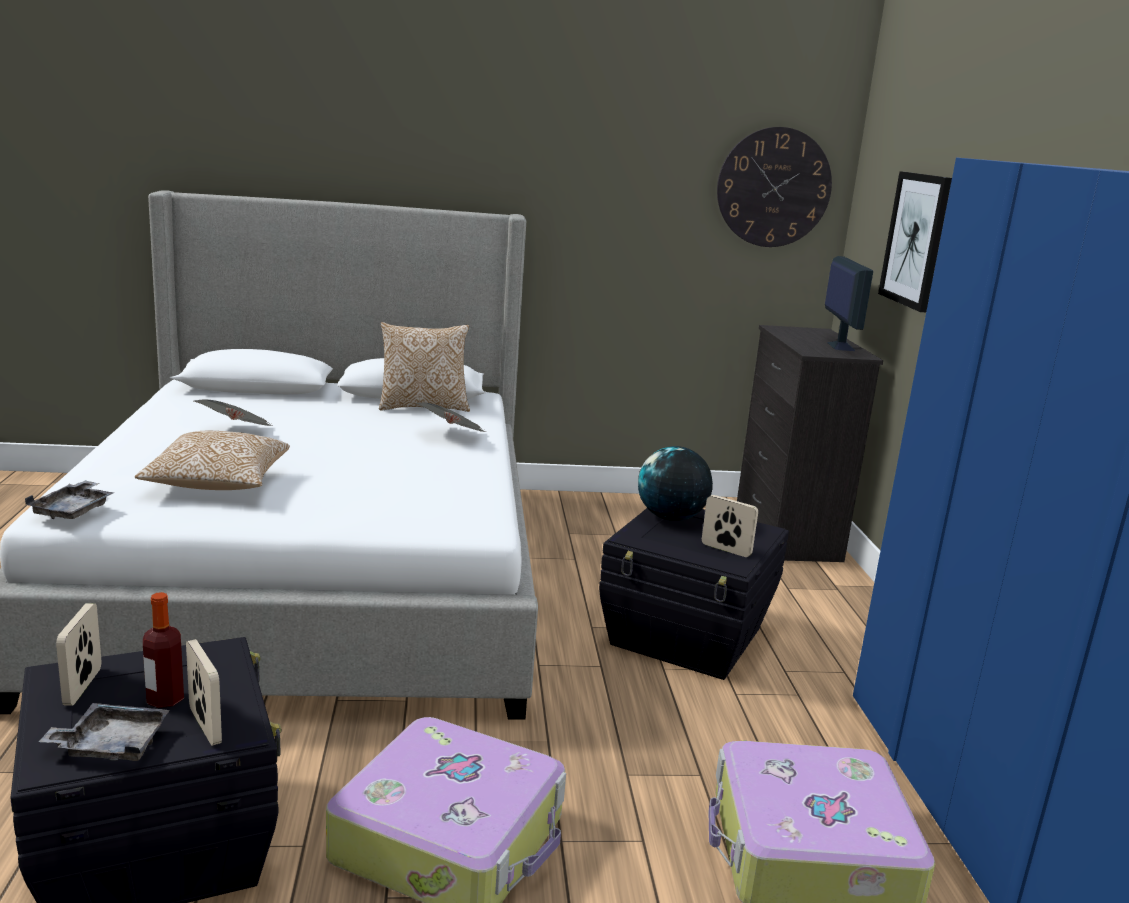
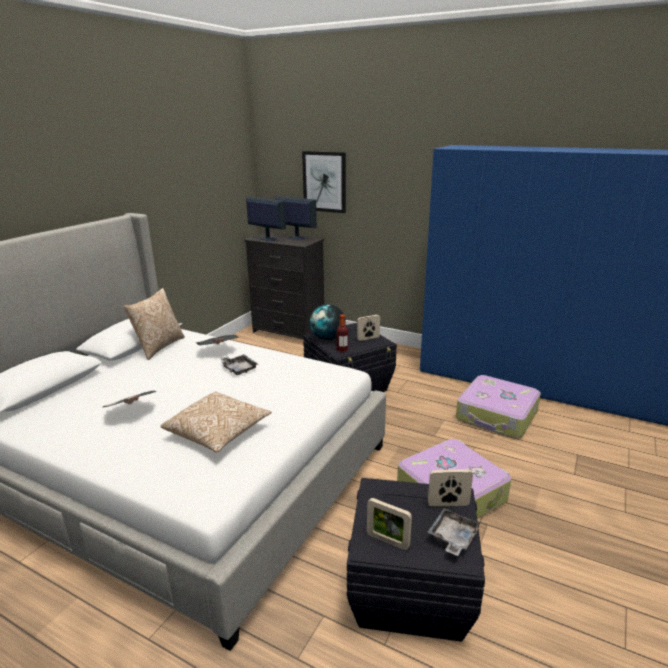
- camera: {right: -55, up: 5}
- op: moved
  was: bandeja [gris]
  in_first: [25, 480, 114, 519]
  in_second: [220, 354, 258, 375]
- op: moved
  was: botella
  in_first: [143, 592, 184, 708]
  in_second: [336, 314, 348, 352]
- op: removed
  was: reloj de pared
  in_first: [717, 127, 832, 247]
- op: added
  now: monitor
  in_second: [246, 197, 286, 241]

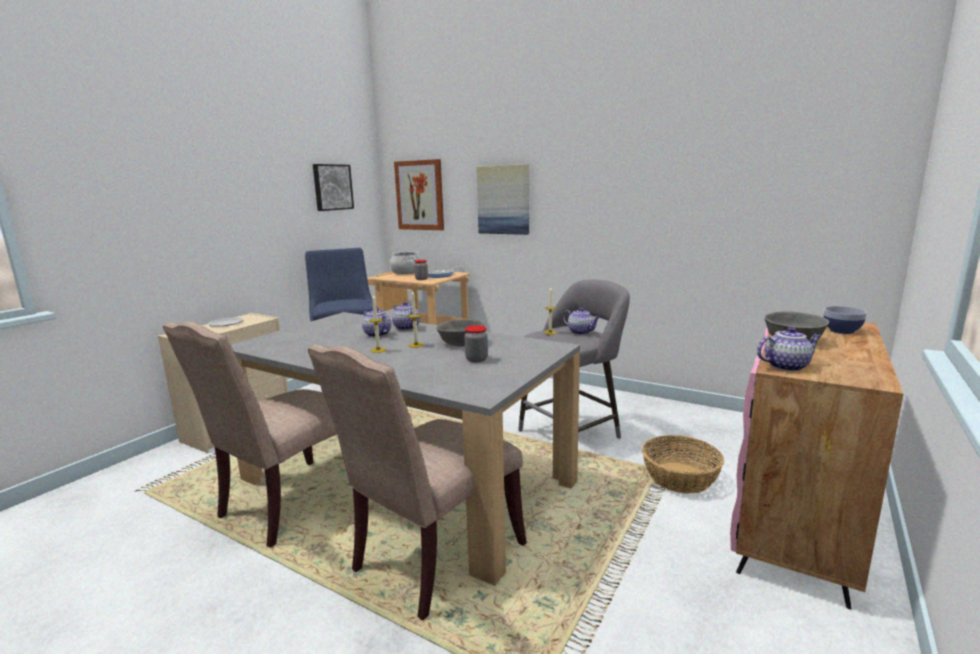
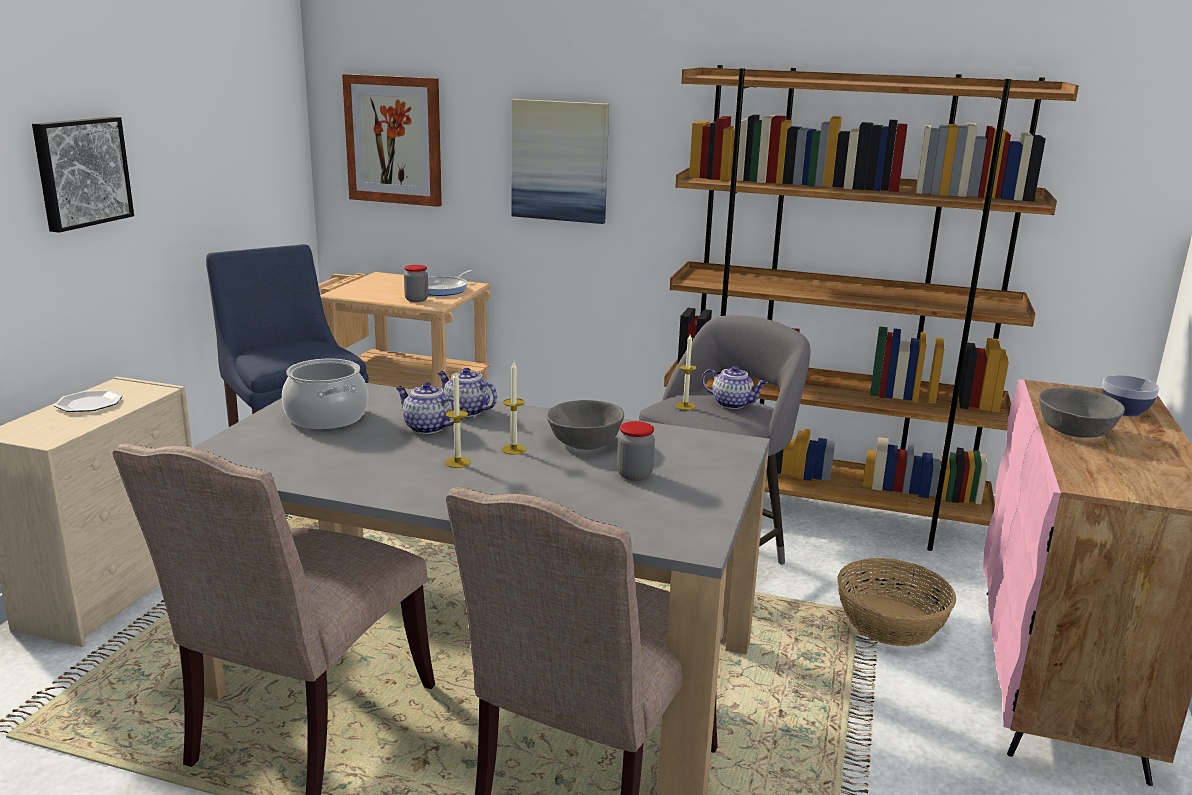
- camera: {right: -15, up: 5}
- op: moved
  was: cuadro
  in_first: [313, 164, 354, 211]
  in_second: [32, 117, 134, 233]
- op: moved
  was: olla
  in_first: [390, 251, 421, 274]
  in_second: [282, 359, 368, 429]
- op: removed
  was: tetera
  in_first: [757, 327, 821, 371]
- op: added
  now: estantería [marrón]
  in_second: [664, 65, 1079, 551]

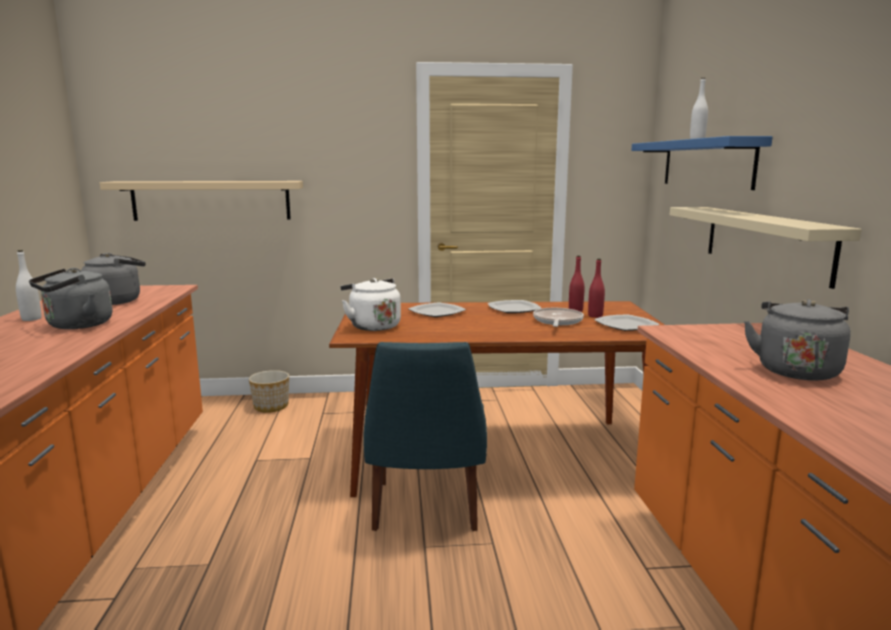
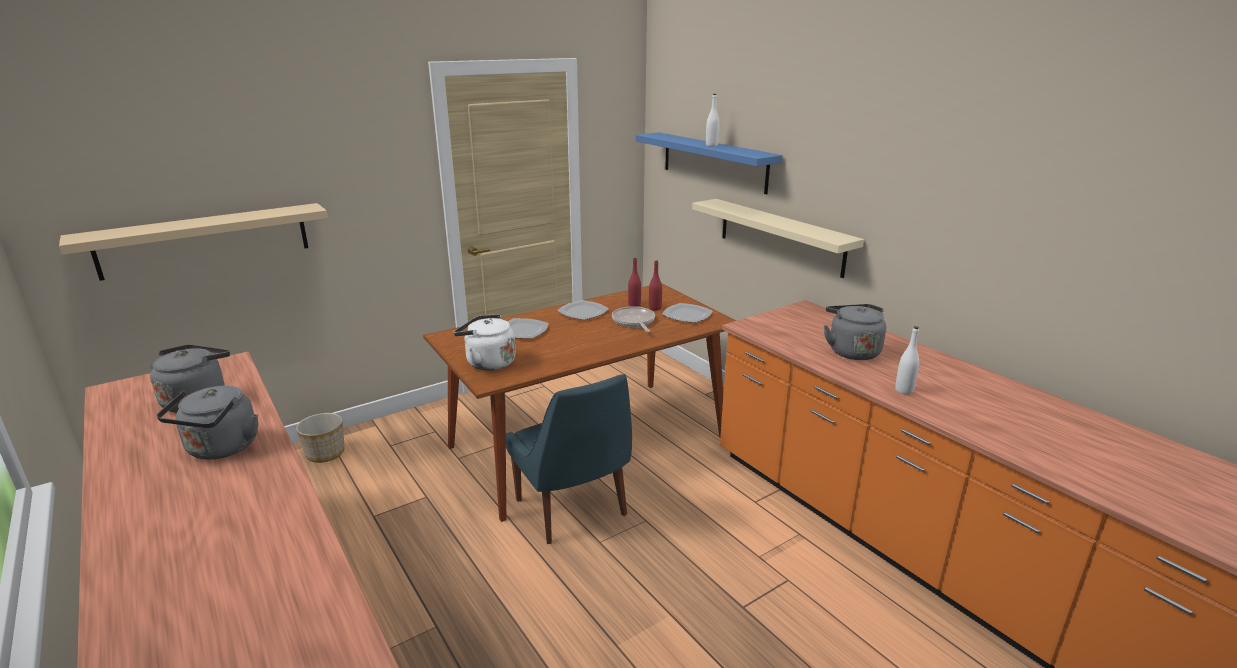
- camera: {right: -30, up: 10}
- op: moved
  was: botella [blanco]
  in_first: [16, 250, 41, 321]
  in_second: [895, 326, 919, 395]

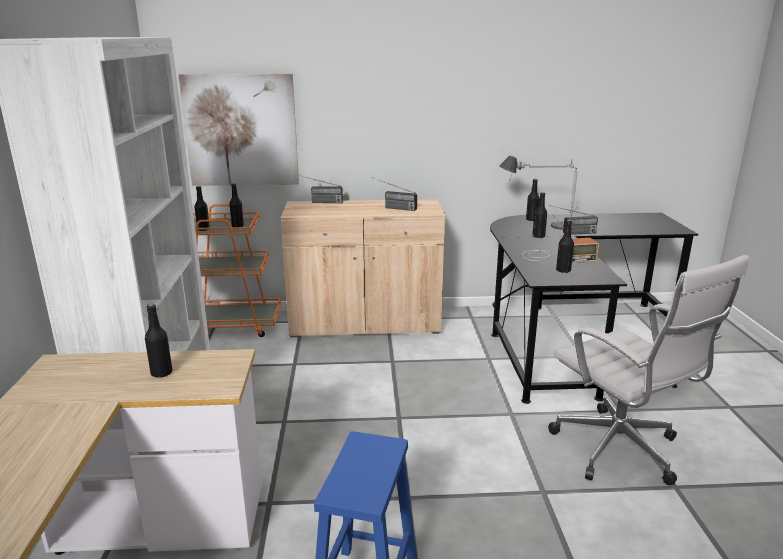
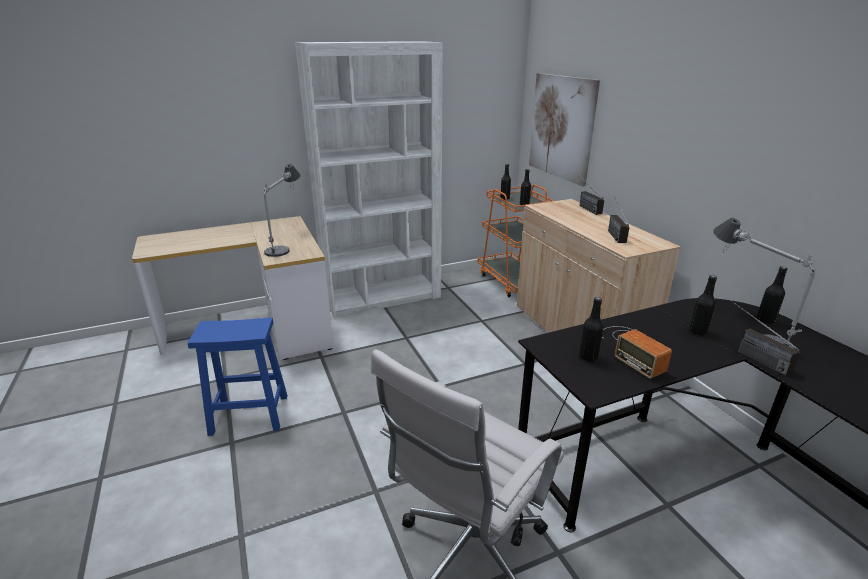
- camera: {right: 70, up: 5}
- op: replaced
  was: botella [negro]
  now: lámpara de mesa
  in_first: [145, 304, 172, 378]
  in_second: [264, 164, 301, 257]

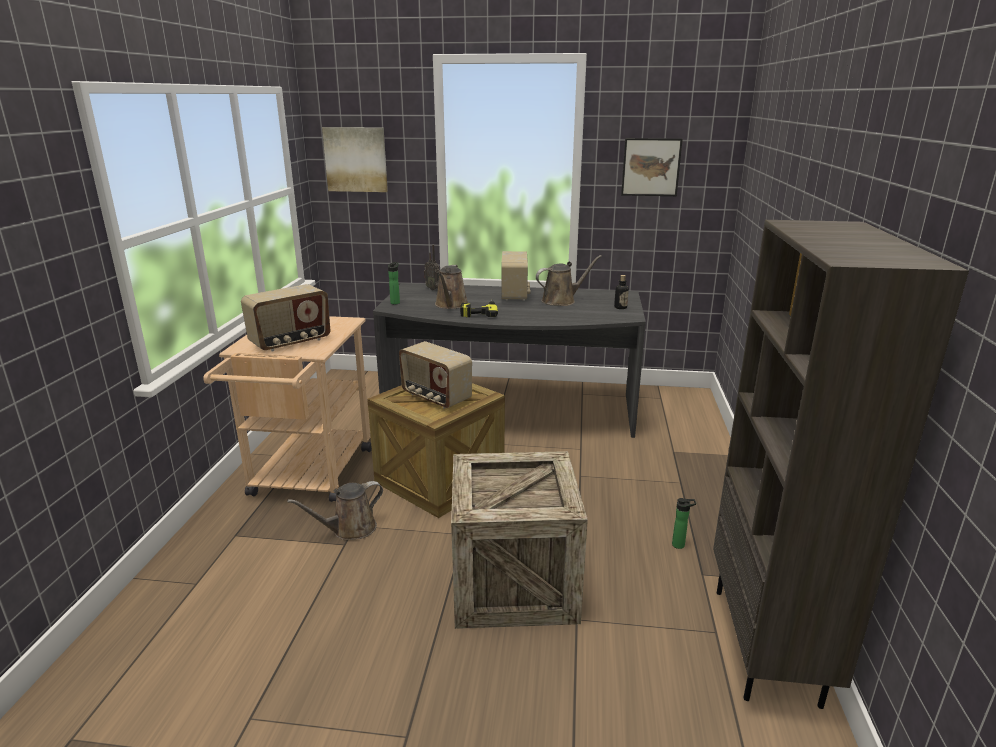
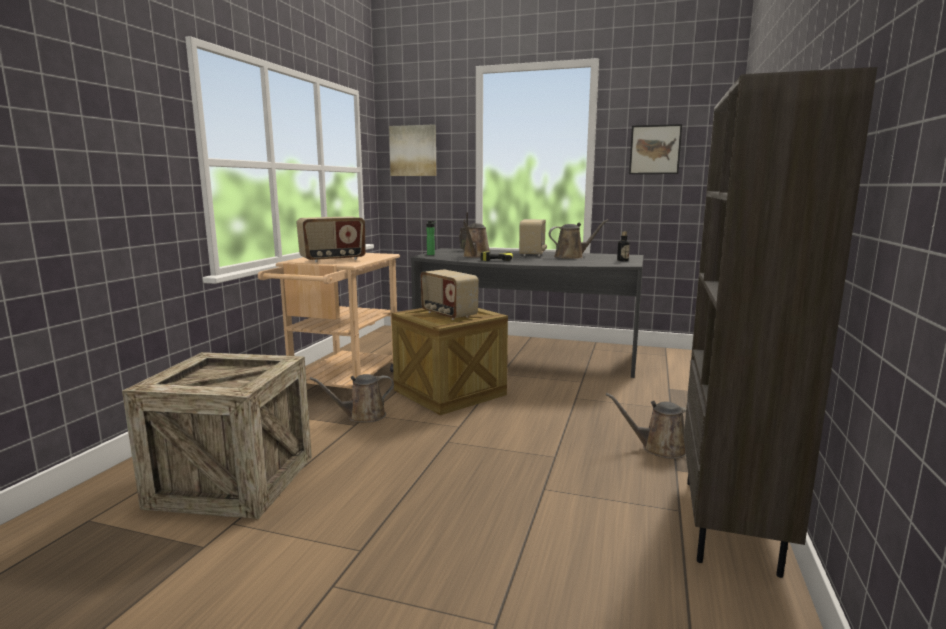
- camera: {right: 10, up: -10}
- op: moved
  was: caja de embalaje
  in_first: [451, 451, 588, 629]
  in_second: [122, 352, 312, 519]
- op: replaced
  was: botella
  now: regadera [marrón]
  in_first: [672, 498, 696, 549]
  in_second: [606, 393, 686, 459]

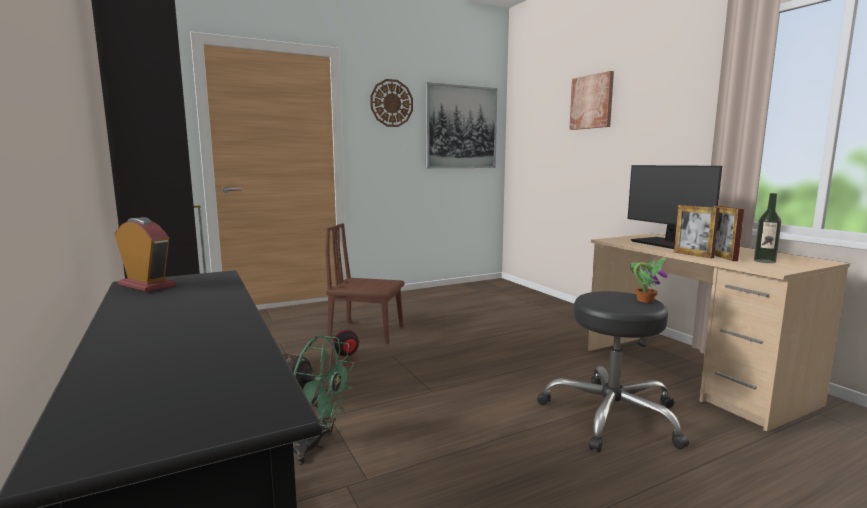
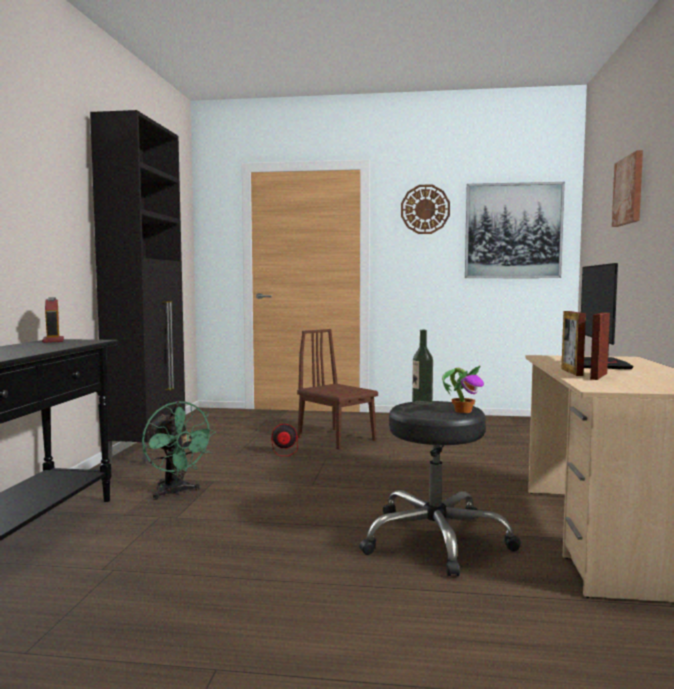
- camera: {right: 35, up: -5}
- op: moved
  was: botella
  in_first: [754, 193, 781, 263]
  in_second: [412, 330, 433, 405]

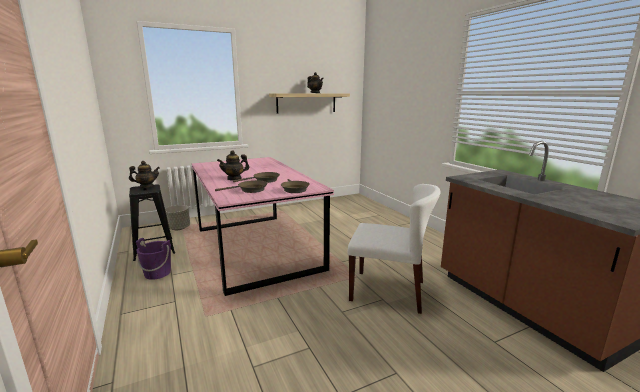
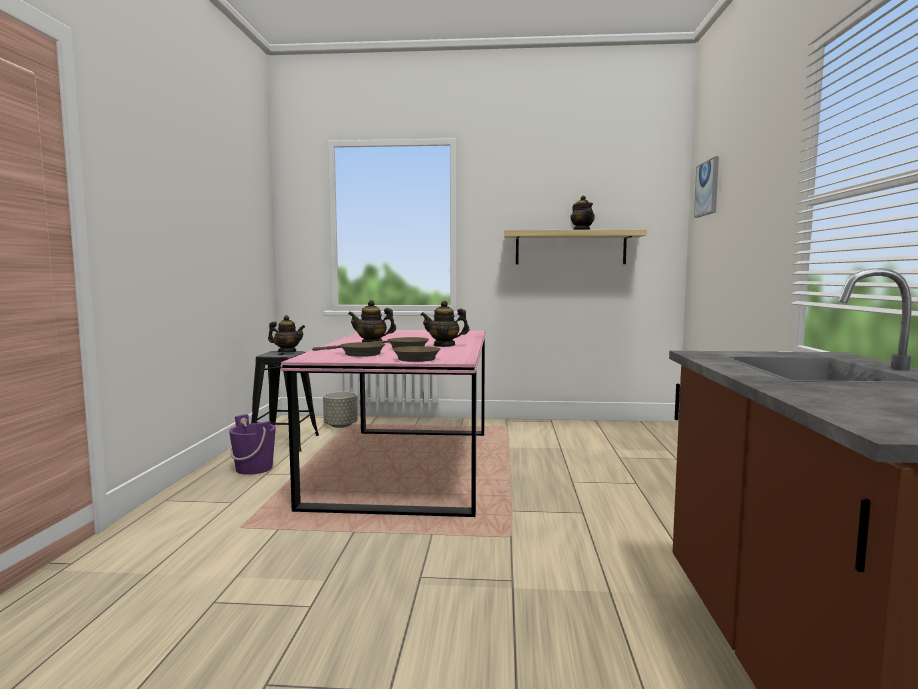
- camera: {right: 30, up: -10}
- op: removed
  was: silla [blanco]
  in_first: [347, 184, 441, 314]
- op: added
  now: tetera
  in_second: [421, 301, 469, 347]
- op: added
  now: cuadro
  in_second: [694, 156, 719, 218]

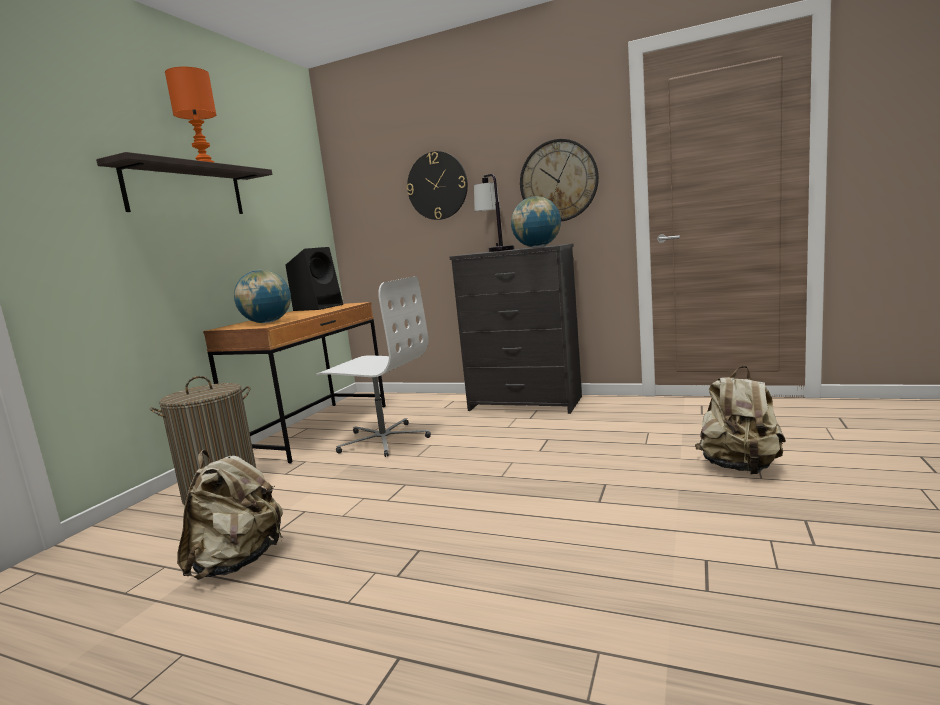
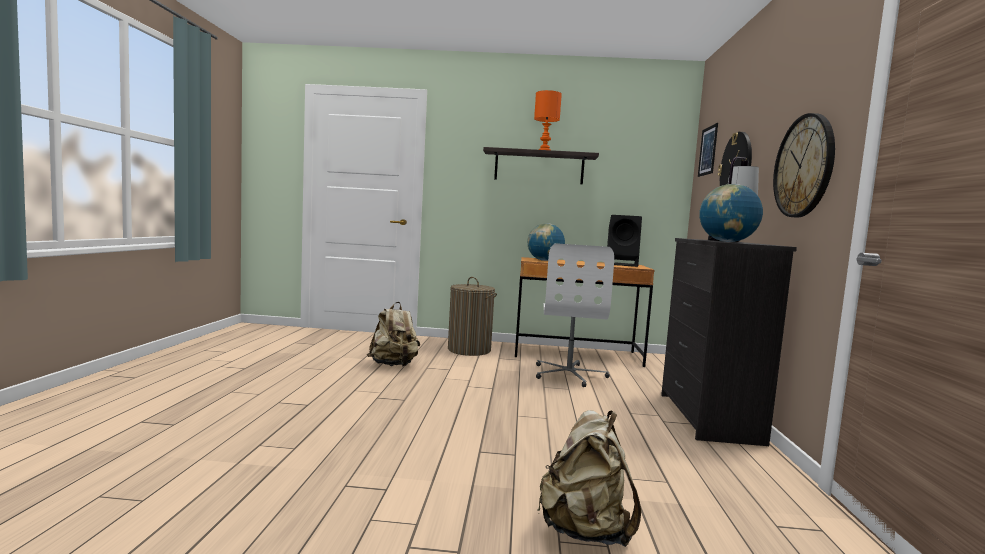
- camera: {right: 70, up: -5}
- op: added
  now: cuadro
  in_second: [698, 123, 718, 177]

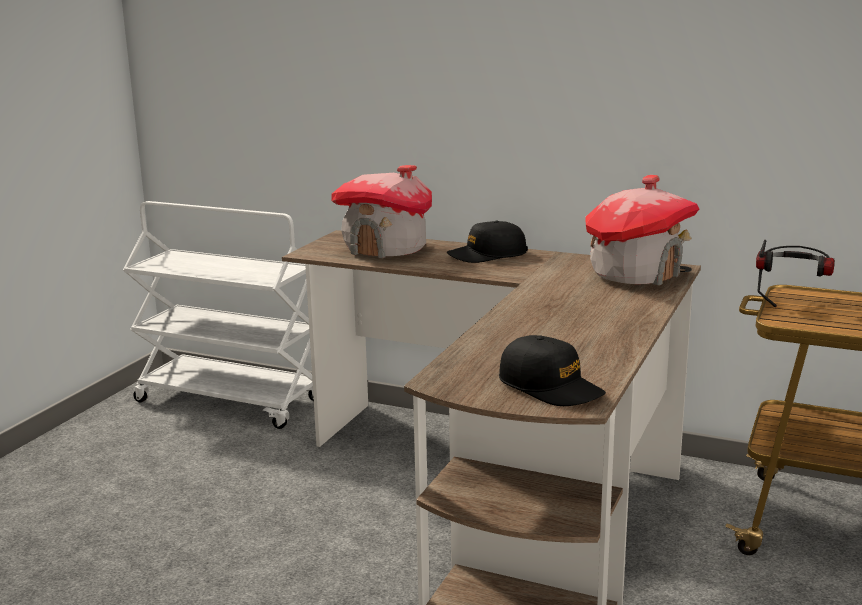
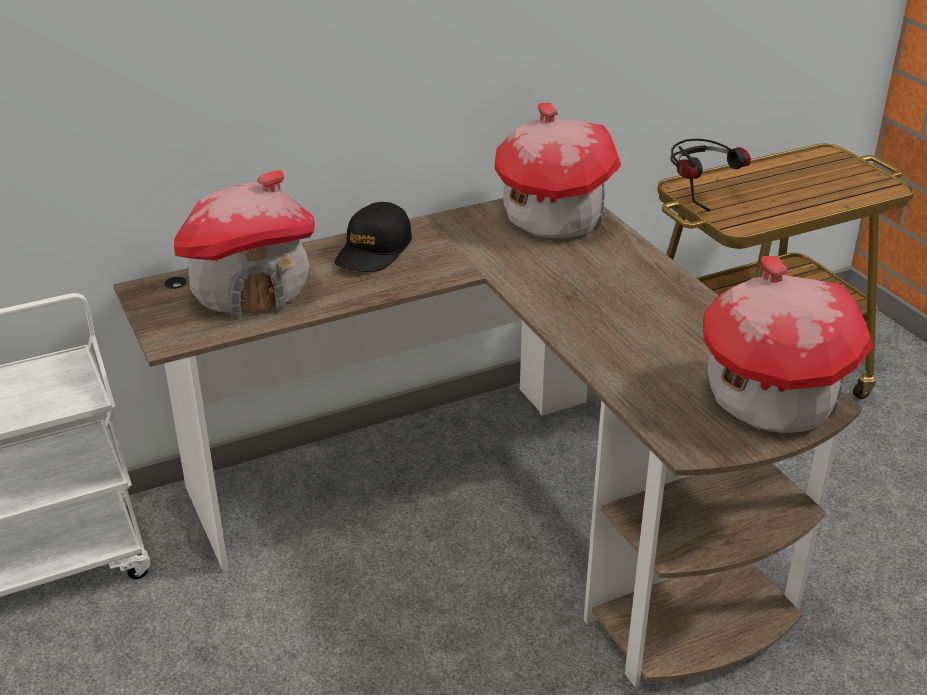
- camera: {right: -50, up: 15}
- op: replaced
  was: gorra [negro]
  now: casita
  in_first: [499, 335, 606, 406]
  in_second: [703, 256, 874, 433]

